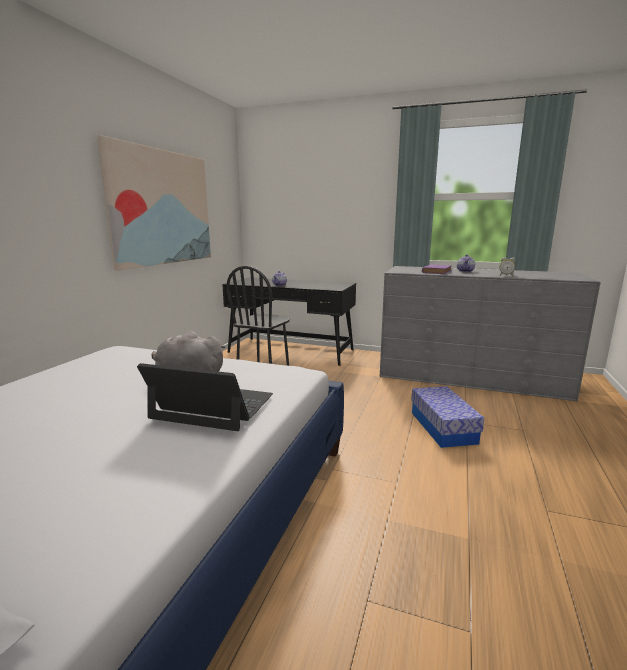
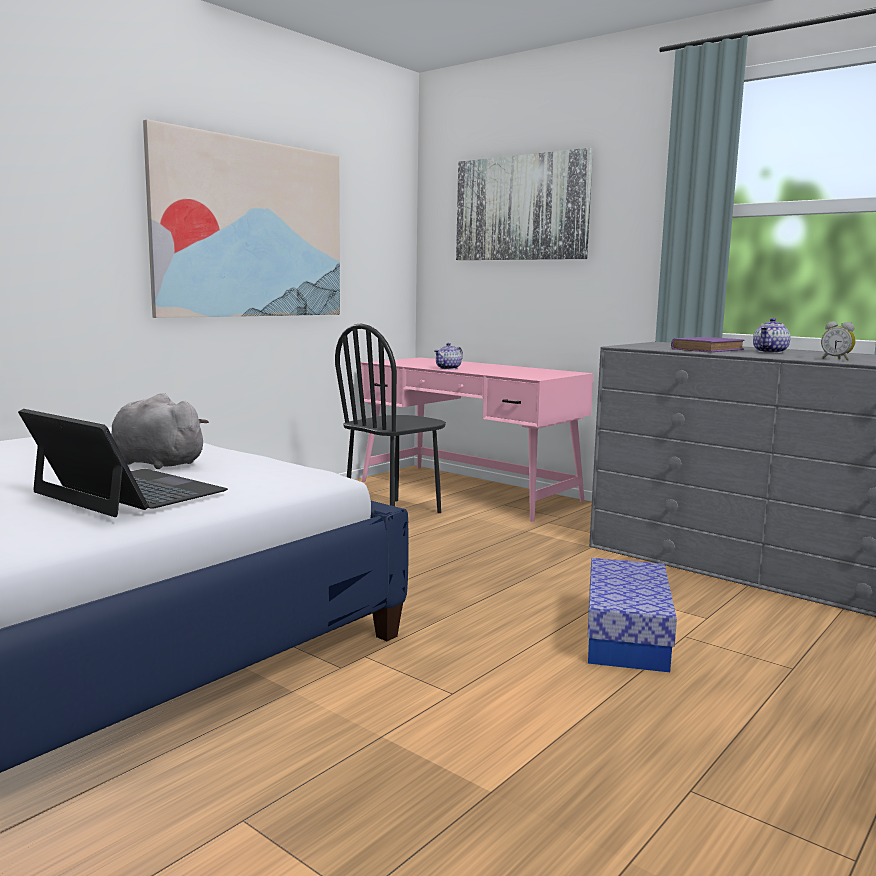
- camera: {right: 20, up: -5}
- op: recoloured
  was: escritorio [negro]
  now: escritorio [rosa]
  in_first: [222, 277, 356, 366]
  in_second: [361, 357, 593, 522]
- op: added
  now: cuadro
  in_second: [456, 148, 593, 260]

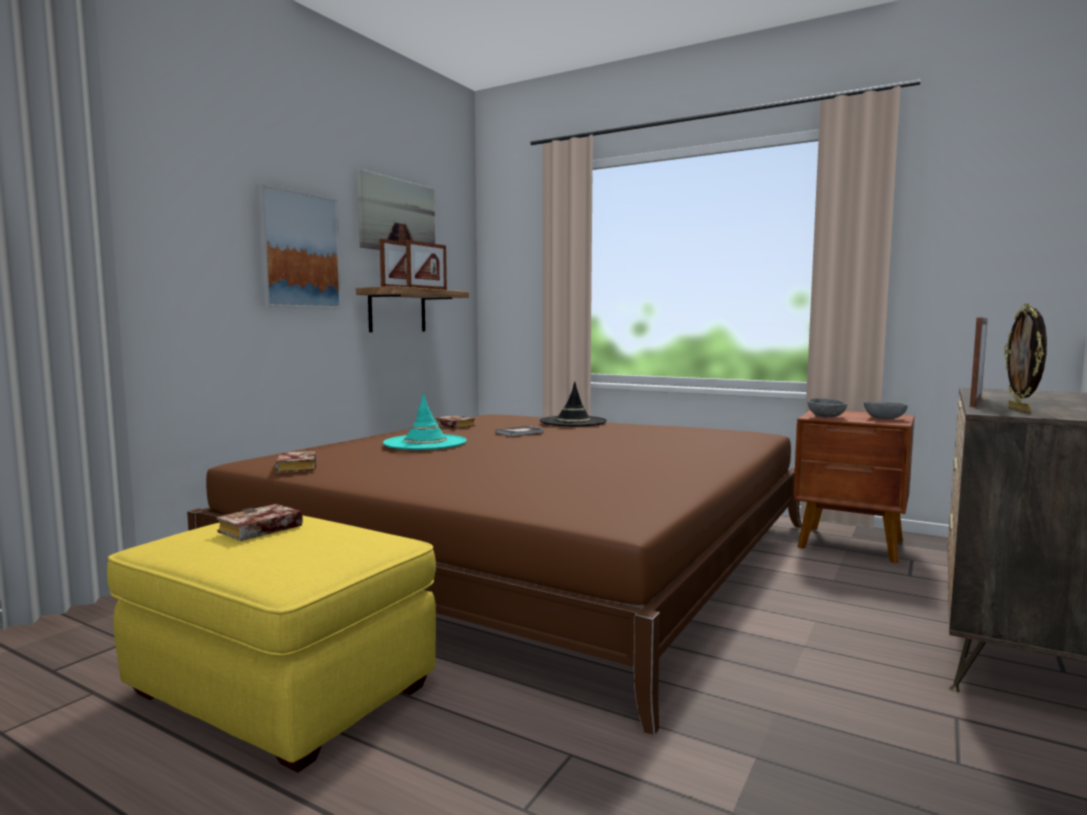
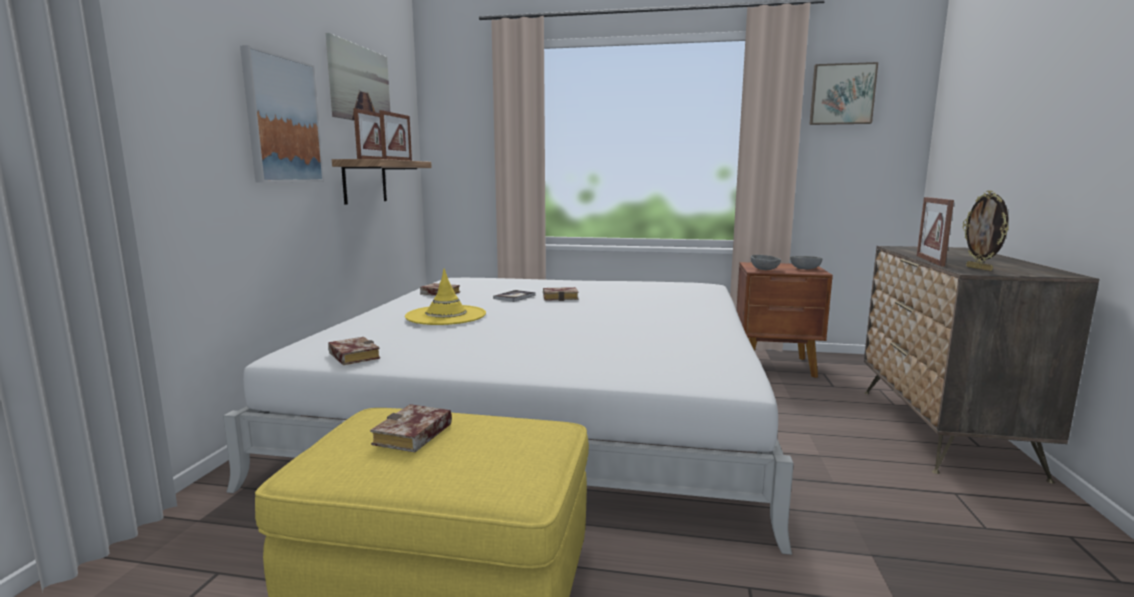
- camera: {right: -20, up: 5}
- op: recoloured
  was: cama [marrón]
  now: cama [blanco]
  in_first: [187, 414, 802, 735]
  in_second: [223, 278, 794, 555]
- op: recoloured
  was: sombrero [turquesa]
  now: sombrero [amarillo]
  in_first: [383, 393, 467, 450]
  in_second: [405, 268, 486, 325]
- op: removed
  was: sombrero [negro]
  in_first: [540, 382, 607, 426]
- op: added
  now: libro
  in_second: [543, 287, 579, 301]
- op: added
  now: cuadro
  in_second: [809, 62, 878, 125]

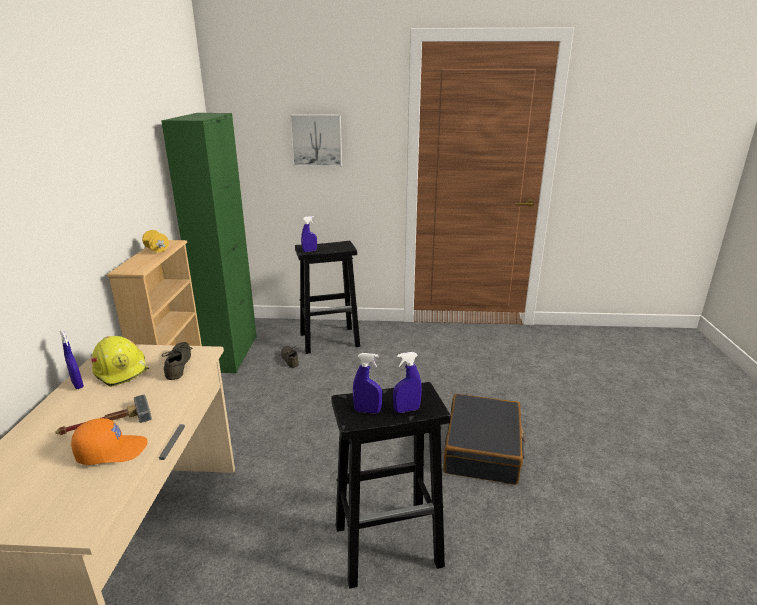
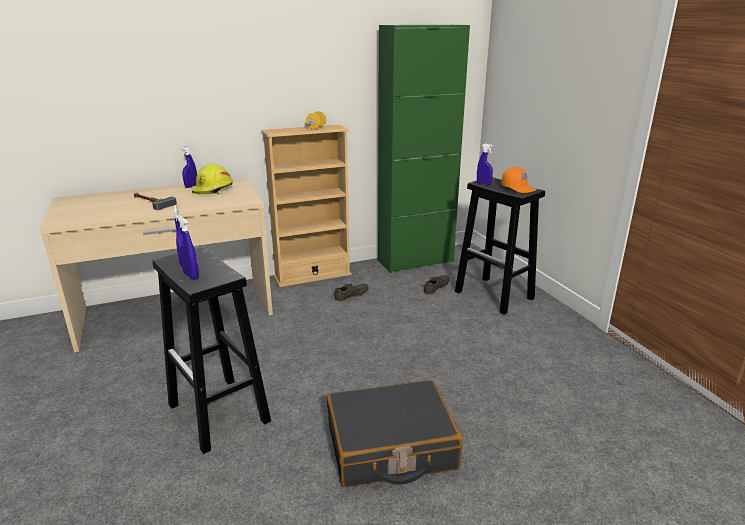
- camera: {right: 65, up: 0}
- op: moved
  was: gorra [naranja]
  in_first: [71, 418, 148, 465]
  in_second: [501, 167, 537, 193]
- op: moved
  was: zapato [gris]
  in_first: [162, 342, 192, 380]
  in_second: [334, 283, 369, 301]
- op: removed
  was: cuadro
  in_first: [290, 114, 342, 167]

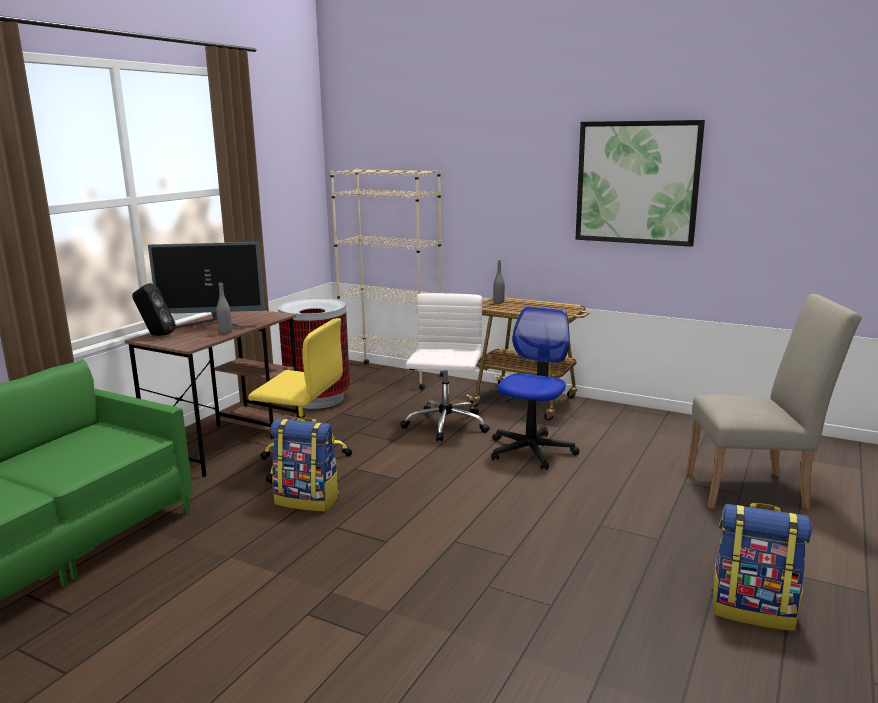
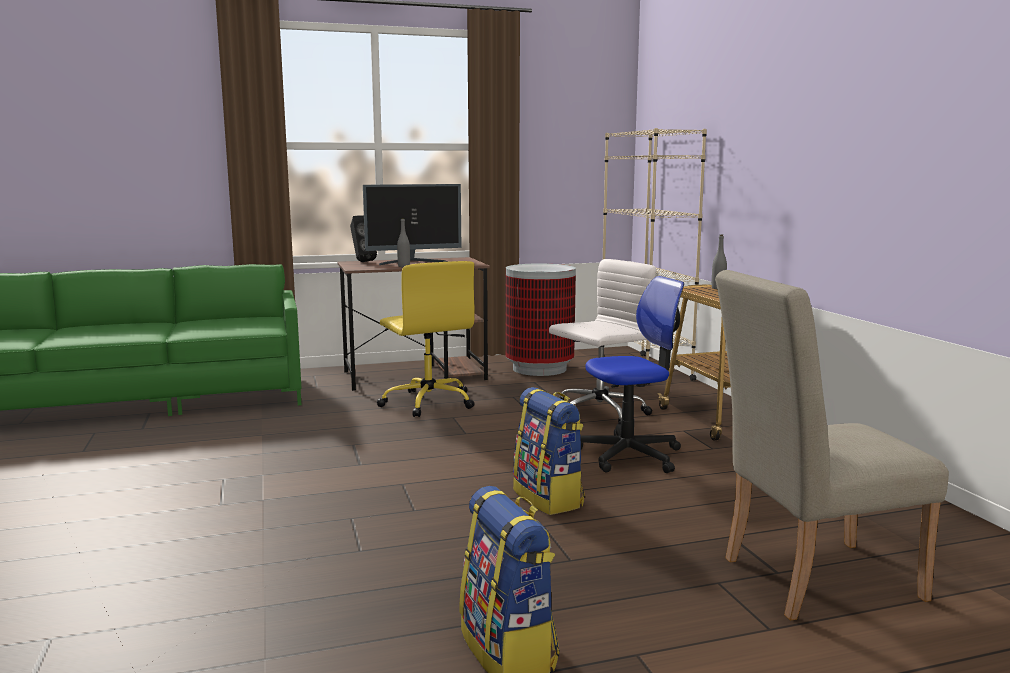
- camera: {right: 45, up: -5}
- op: turned
  was: monitor
  in_first: [148, 242, 265, 329]
  in_second: [363, 184, 461, 265]
  clockwise: -60
- op: moved
  was: mochila
  in_first: [270, 417, 339, 512]
  in_second: [513, 387, 585, 515]
- op: removed
  was: cuadro
  in_first: [576, 120, 705, 247]
- op: turned
  was: silla [beis]
  in_first: [686, 294, 861, 510]
  in_second: [715, 270, 949, 621]
  clockwise: 120

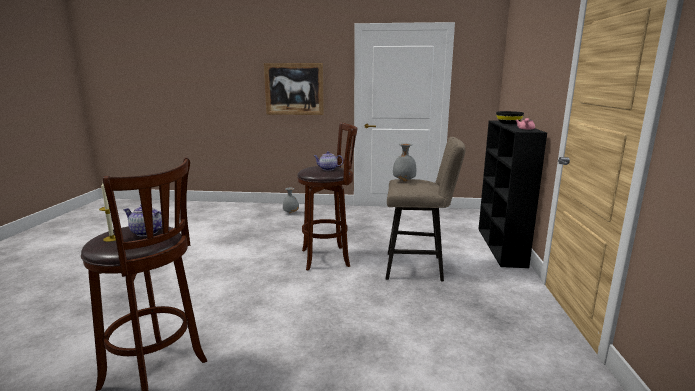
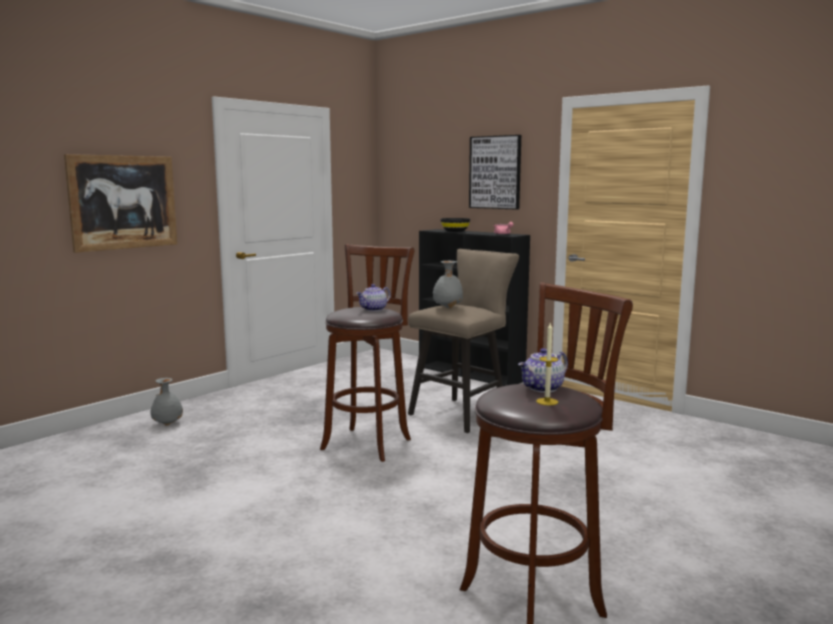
- camera: {right: -55, up: -5}
- op: added
  now: cuadro
  in_second: [469, 135, 521, 210]

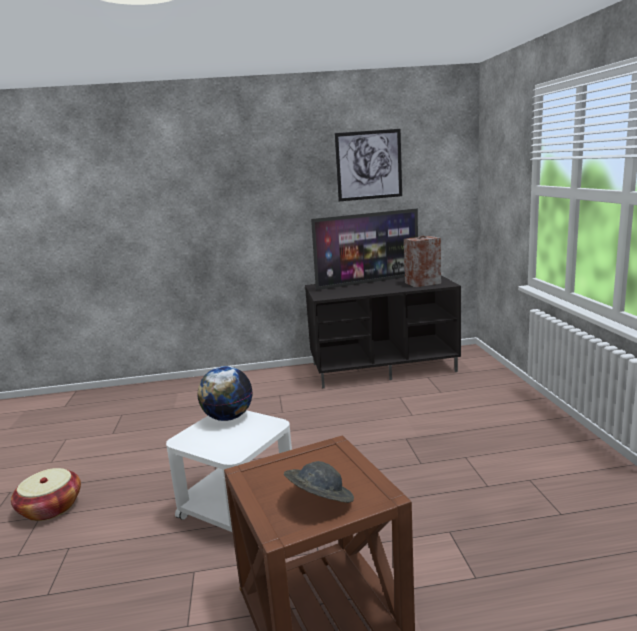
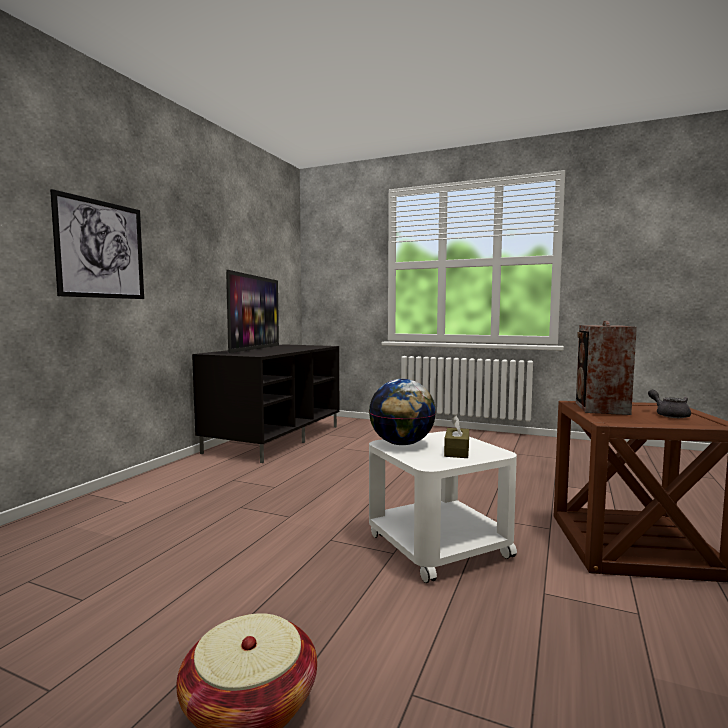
- camera: {right: -60, up: -10}
- op: replaced
  was: sombrero [gris]
  now: tetera [gris]
  in_first: [284, 461, 354, 503]
  in_second: [648, 390, 691, 418]
- op: moved
  was: cuadro
  in_first: [335, 129, 402, 201]
  in_second: [50, 189, 144, 299]
- op: moved
  was: altavoz
  in_first: [404, 235, 441, 287]
  in_second: [576, 321, 637, 415]
- op: added
  now: caja de pañuelos [marrón]
  in_second: [444, 415, 469, 458]

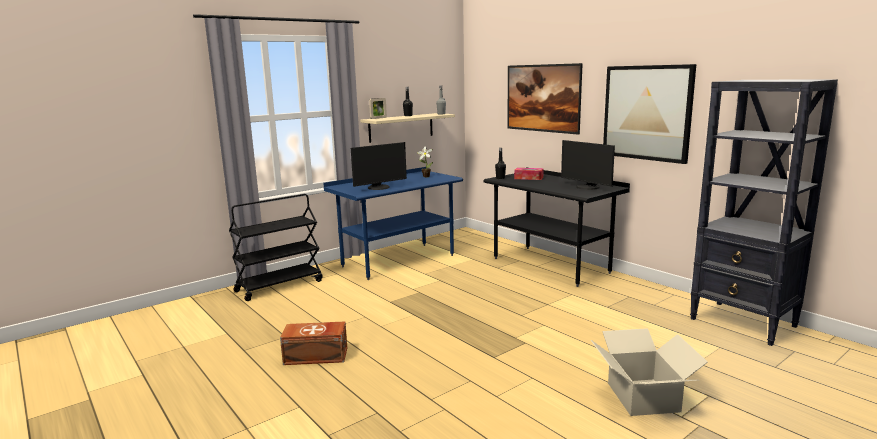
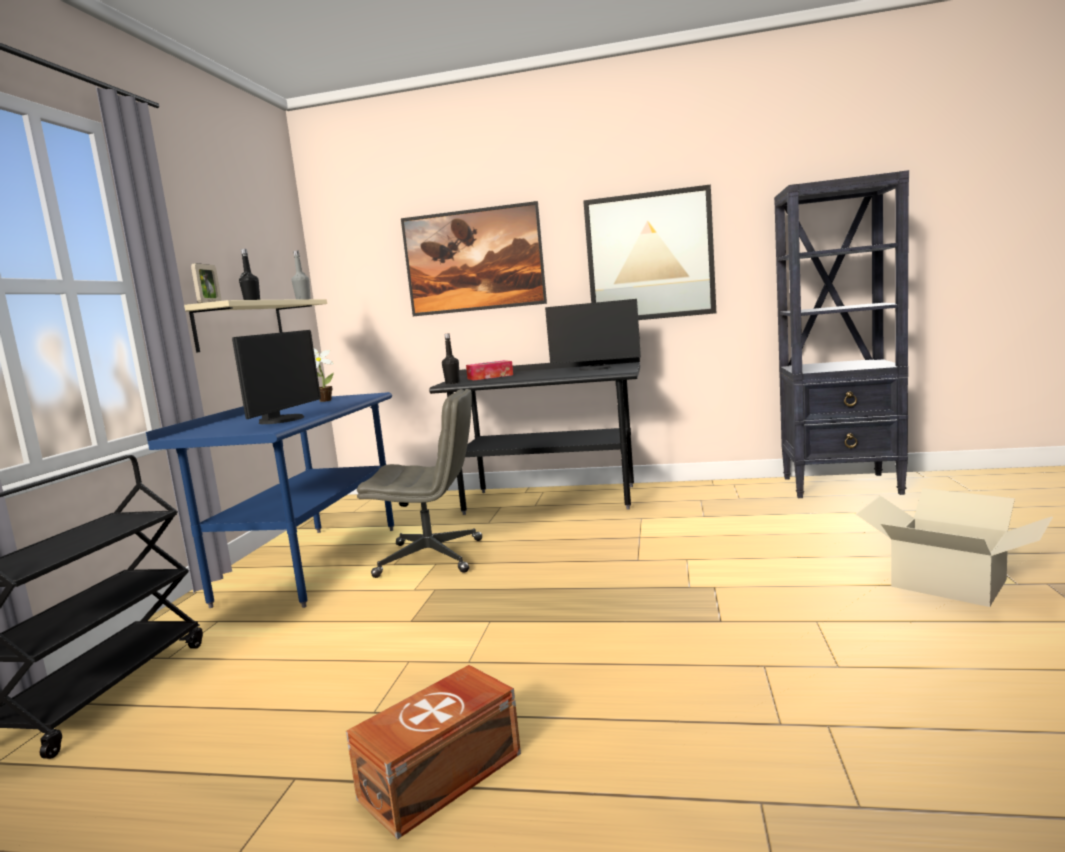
- camera: {right: -40, up: -5}
- op: added
  now: silla de oficina [gris]
  in_second: [357, 389, 482, 578]

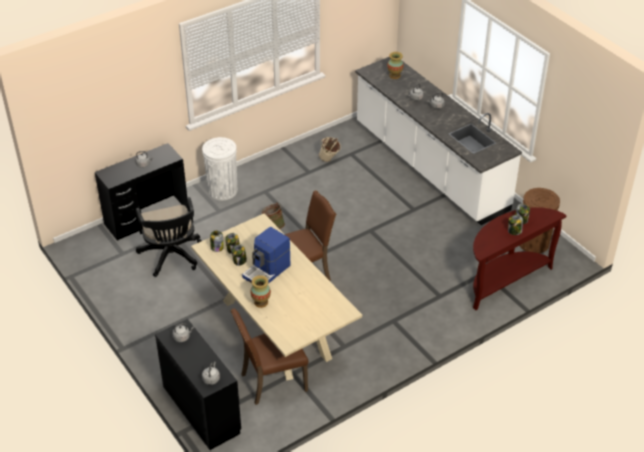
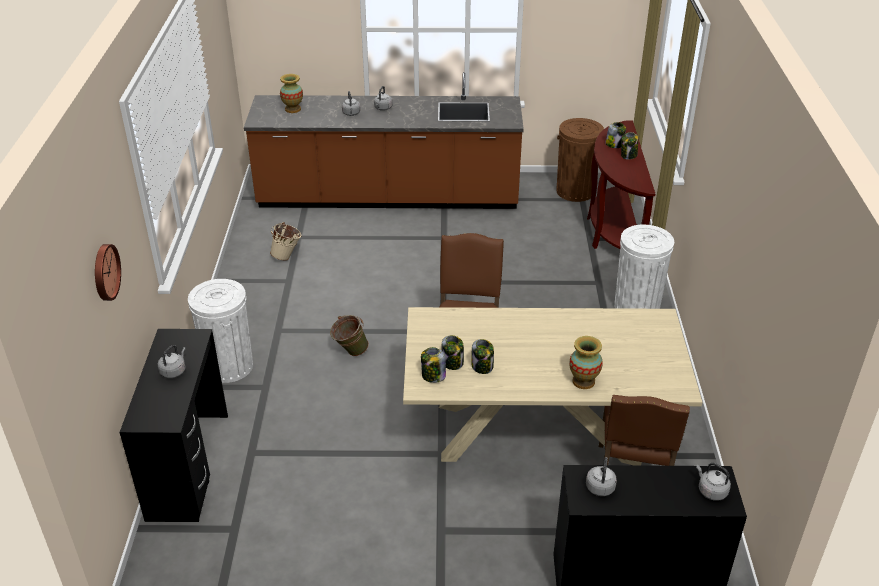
- camera: {right: -55, up: -5}
- op: removed
  was: silla de oficina [negro]
  in_first: [136, 197, 201, 277]
- op: removed
  was: cafetera
  in_first: [242, 227, 291, 284]
- op: recoloured
  was: mueble bajo de cocina [blanco]
  now: mueble bajo de cocina [marrón]
  in_first: [355, 57, 522, 225]
  in_second: [244, 72, 524, 209]
- op: added
  now: reloj de pared
  in_second: [95, 244, 121, 301]
- op: added
  now: papelera [blanco]
  in_second: [614, 225, 674, 309]

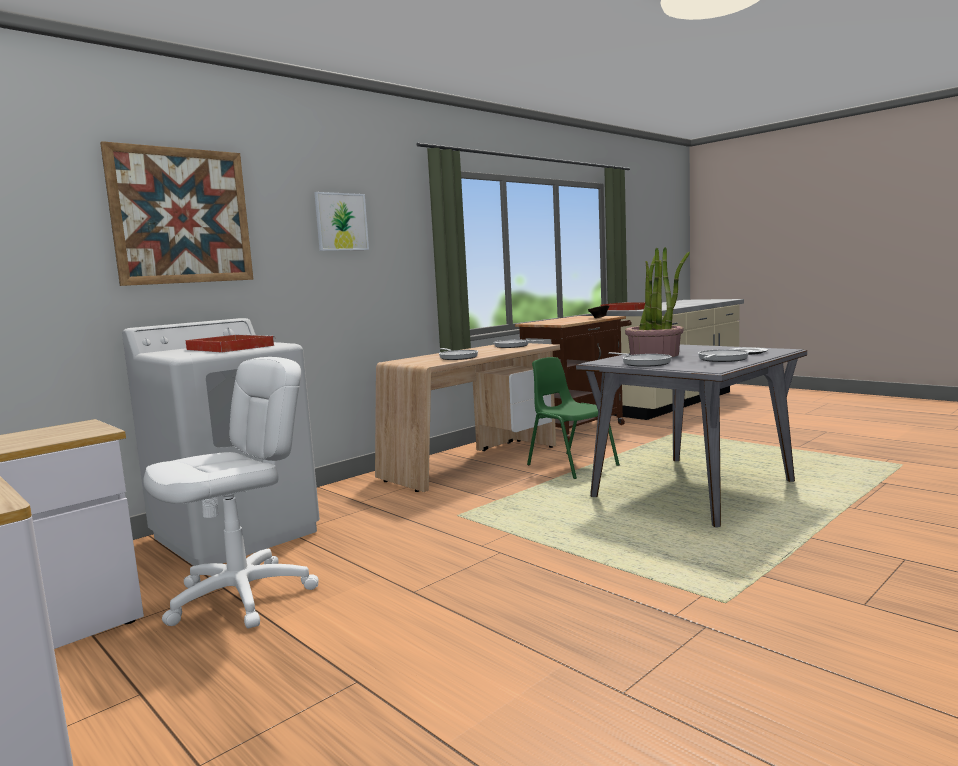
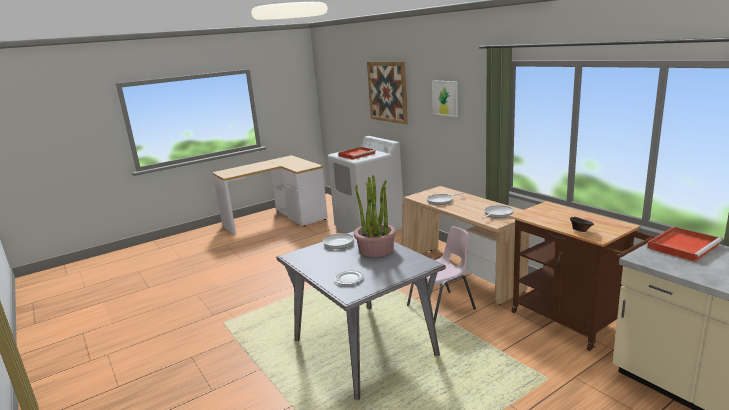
- camera: {right: 100, up: 10}
- op: removed
  was: silla de oficina [blanco]
  in_first: [143, 357, 319, 628]
- op: recoloured
  was: silla [verde]
  now: silla [rosa]
  in_first: [527, 357, 620, 479]
  in_second: [407, 226, 476, 323]
- op: removed
  was: sartén
  in_first: [698, 349, 749, 362]

